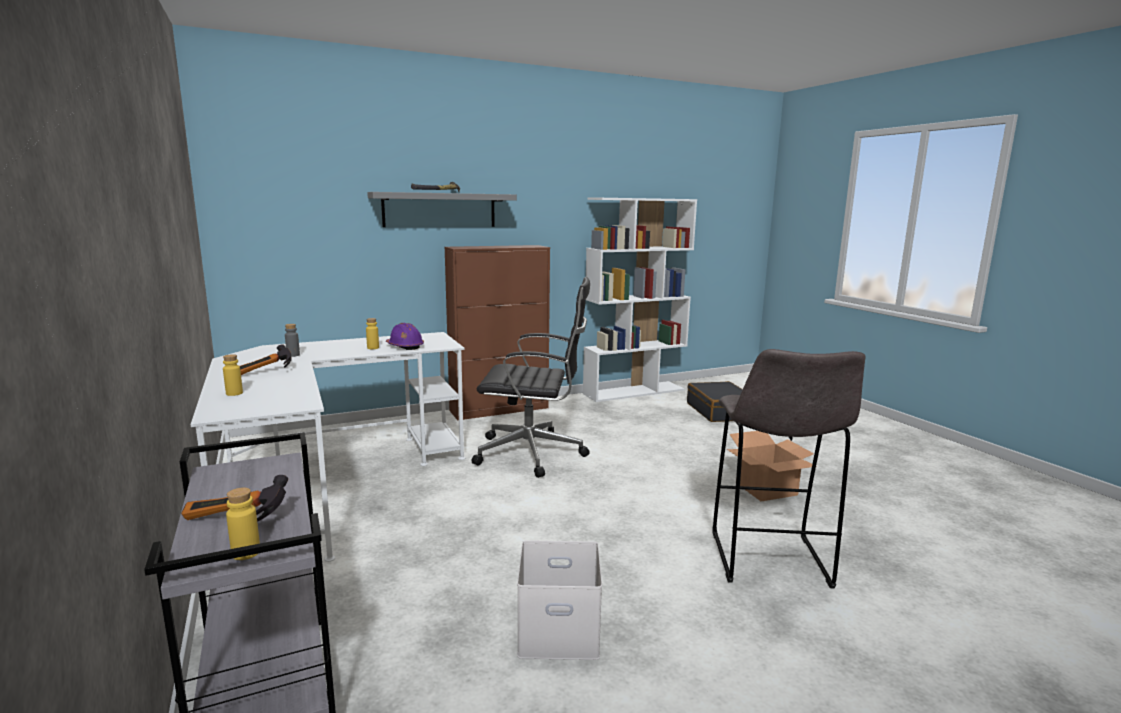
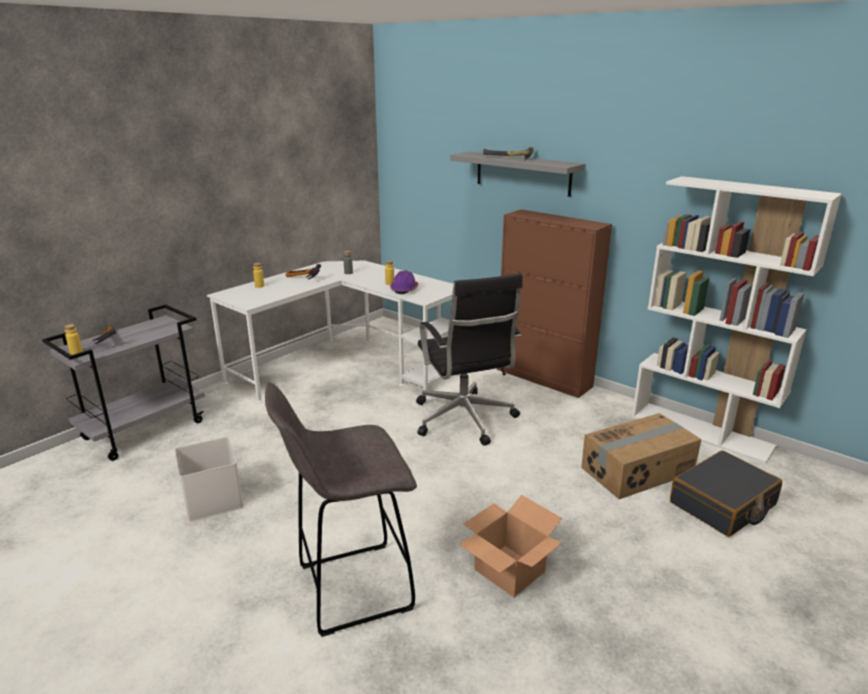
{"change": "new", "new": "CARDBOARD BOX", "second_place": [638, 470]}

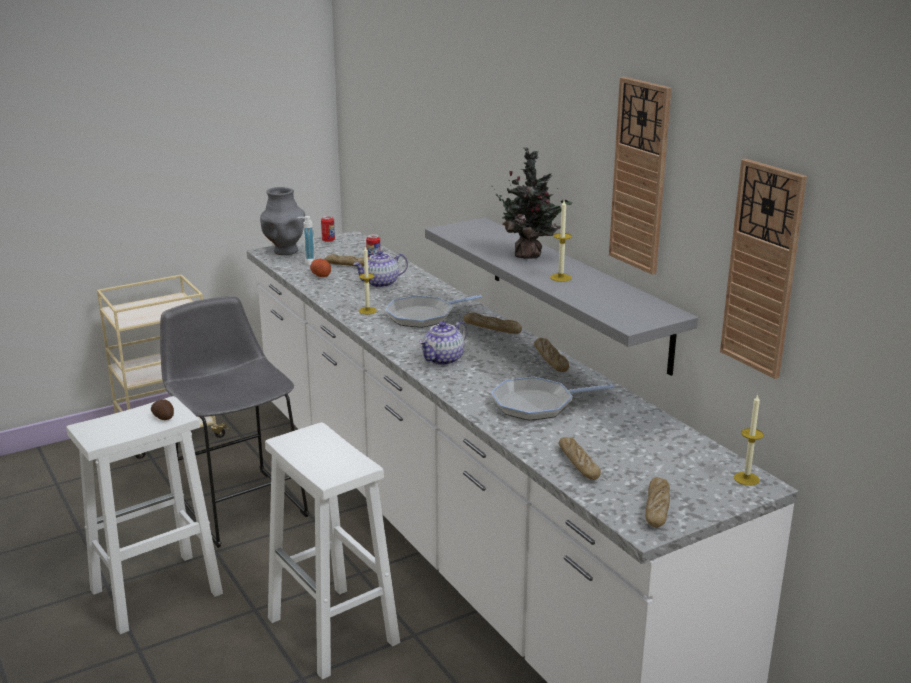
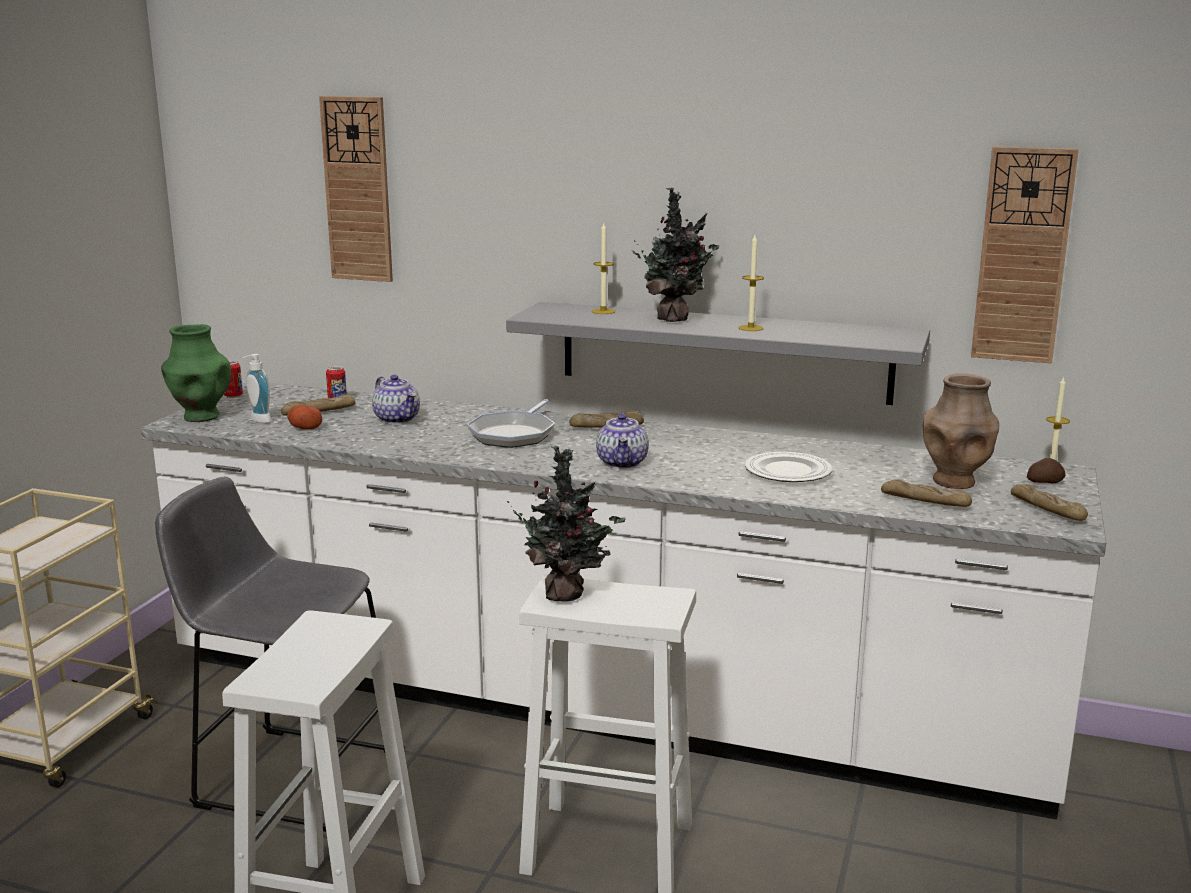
{"change": "shifted", "old": "WALL CLOCK", "first_place": [640, 176], "second_place": [357, 189]}
{"change": "repainted", "old": "GREY VASE", "new": "GREEN VASE", "first_place": [285, 251], "second_place": [200, 417]}
{"change": "shifted", "old": "CANDLE", "first_place": [367, 311], "second_place": [603, 311]}
{"change": "rotated", "old": "TEAPOT", "first_place": [381, 283], "second_place": [397, 419], "degrees": -60}
{"change": "gone", "old": "BREAD", "first_place": [551, 360]}
{"change": "swapped", "old": "FRYING PAN", "new": "PLATE", "first_place": [537, 404], "second_place": [789, 471]}
{"change": "shifted", "old": "POTATO", "first_place": [163, 417], "second_place": [1044, 482]}
{"change": "new", "new": "BROWN VASE", "second_place": [955, 482]}
{"change": "new", "new": "POTTED PLANT", "second_place": [567, 594]}

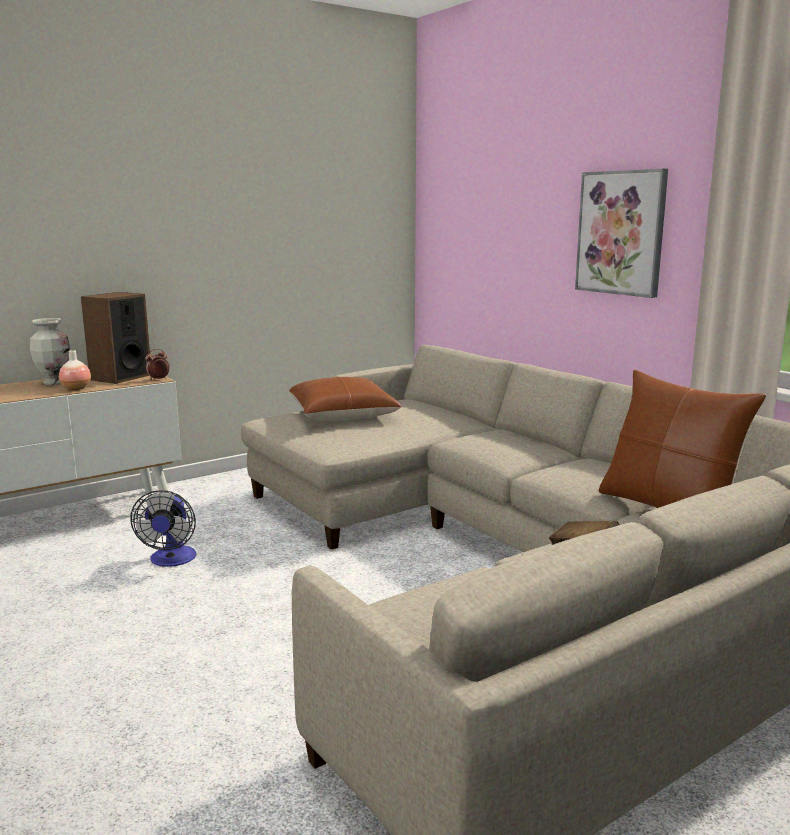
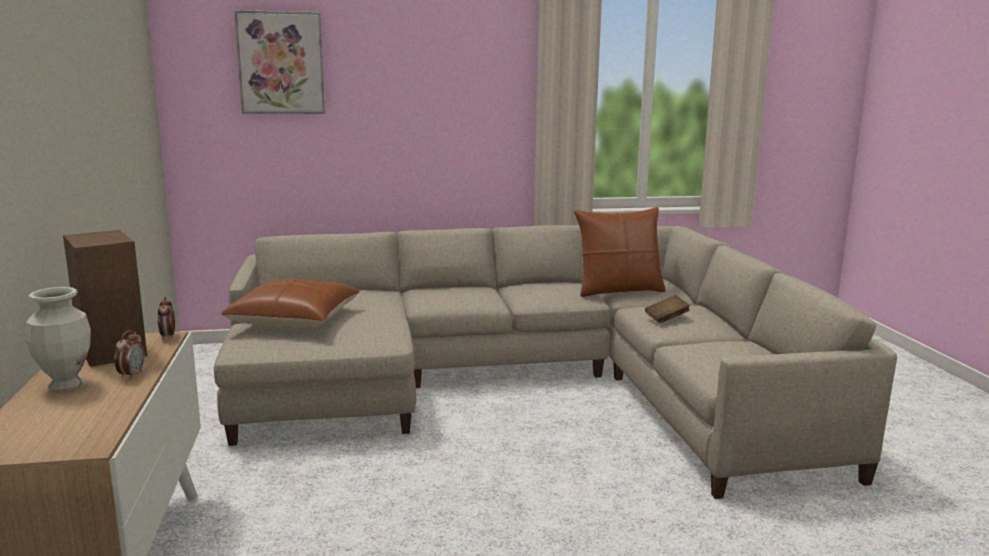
{"change": "shifted", "old": "PICTURE", "first_place": [621, 233], "second_place": [281, 63]}
{"change": "swapped", "old": "VASE", "new": "ALARM CLOCK", "first_place": [76, 388], "second_place": [132, 375]}
{"change": "gone", "old": "FAN", "first_place": [171, 560]}

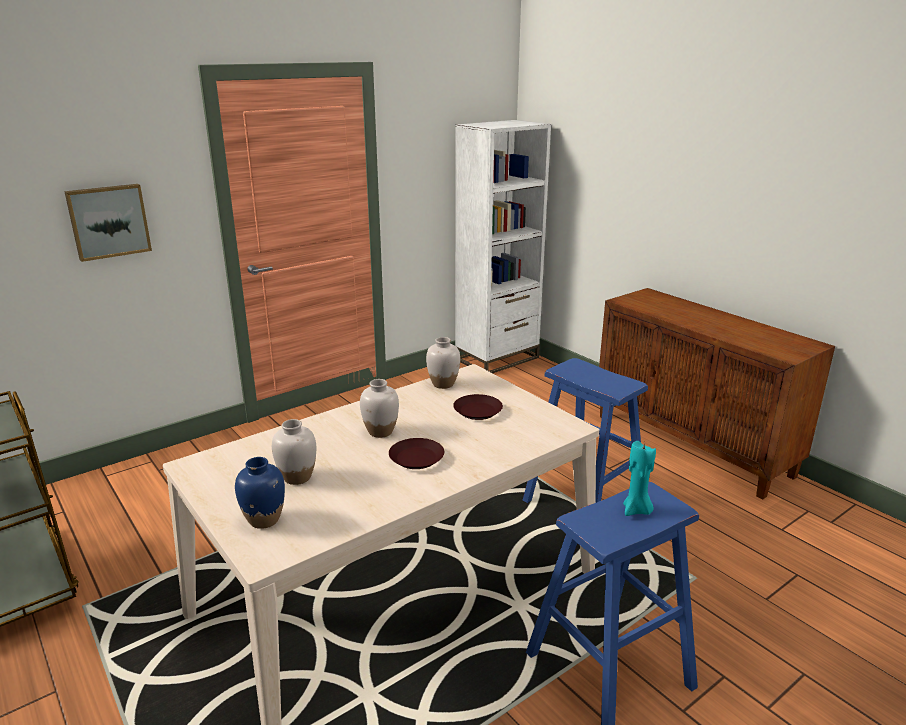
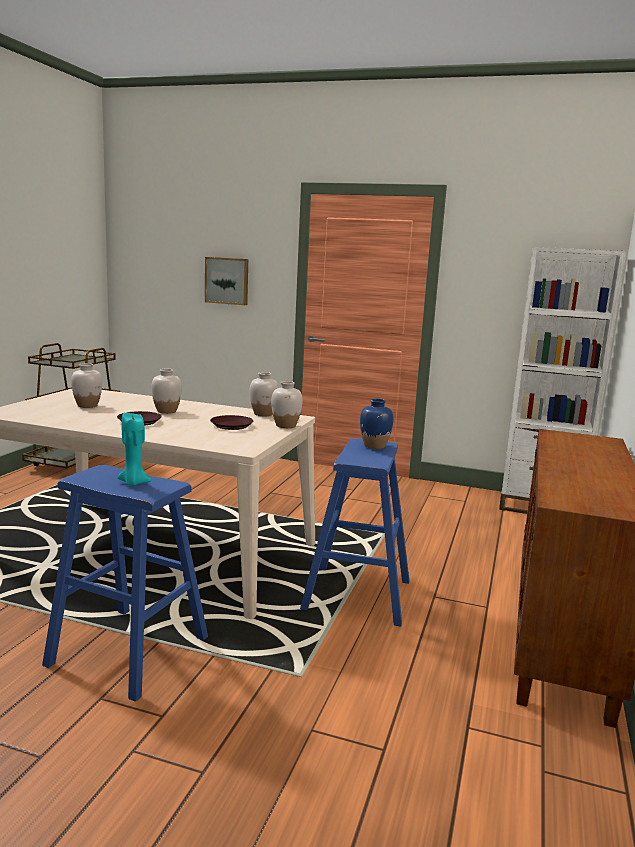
{"change": "shifted", "old": "BLUE VASE", "first_place": [264, 519], "second_place": [374, 446]}
{"change": "new", "new": "WHITE VASE", "second_place": [286, 426]}

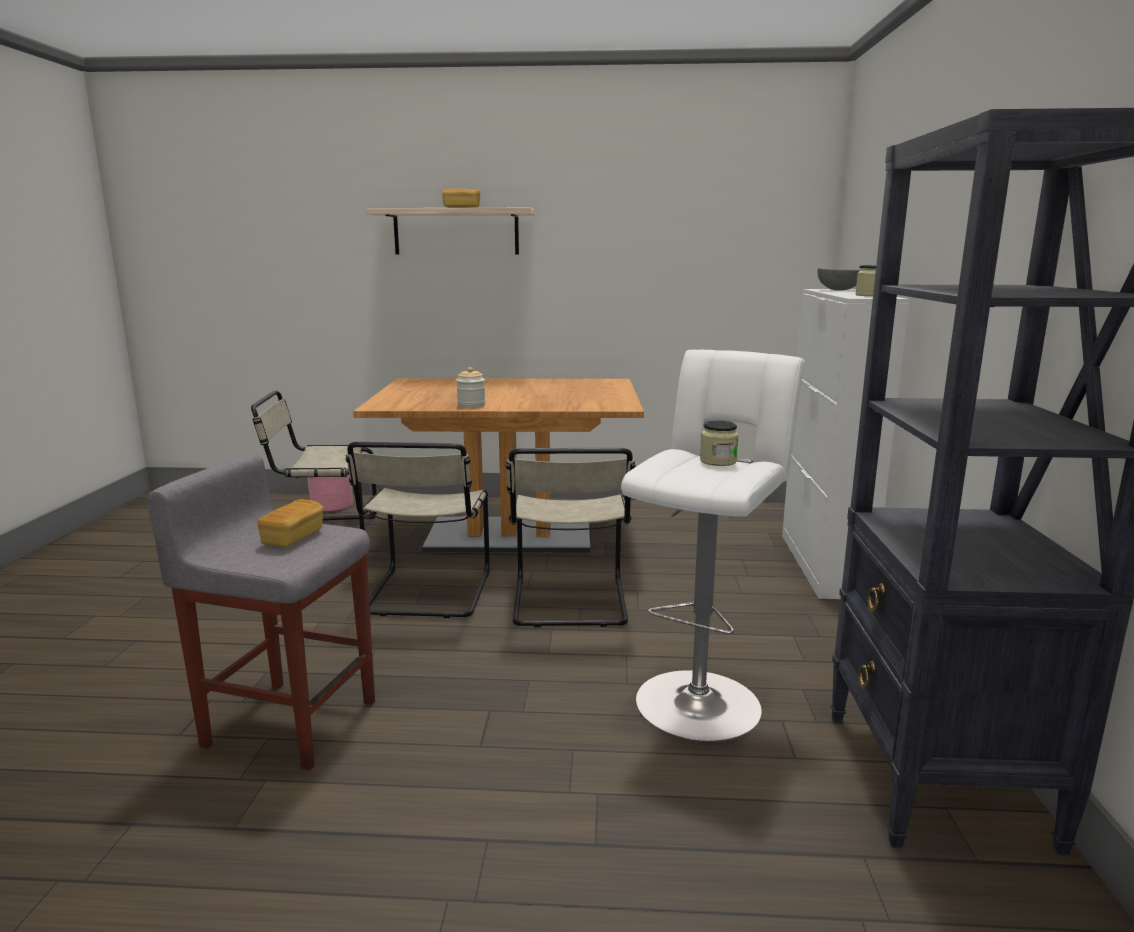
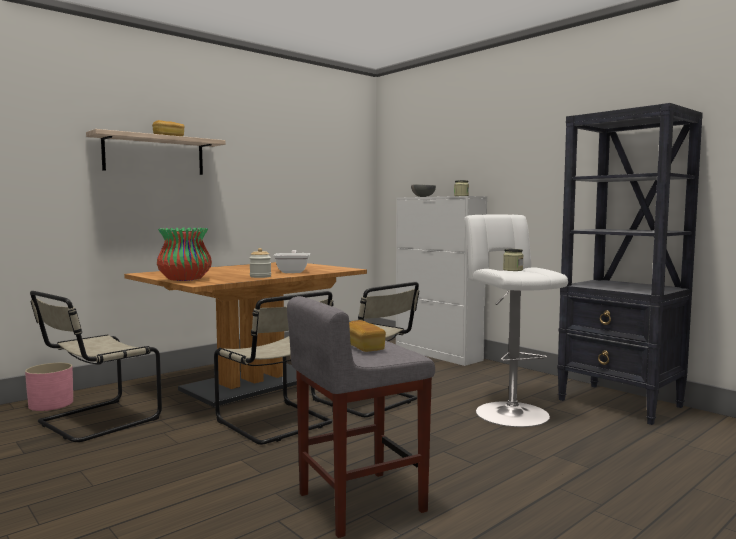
{"change": "new", "new": "VASE", "second_place": [185, 280]}
{"change": "new", "new": "FRYING PAN", "second_place": [293, 271]}

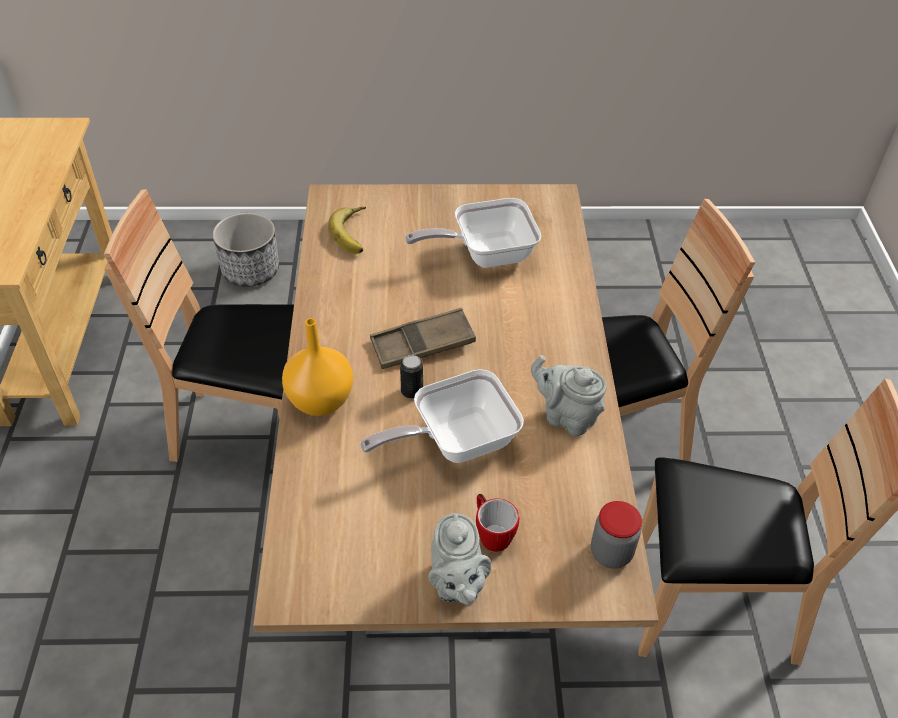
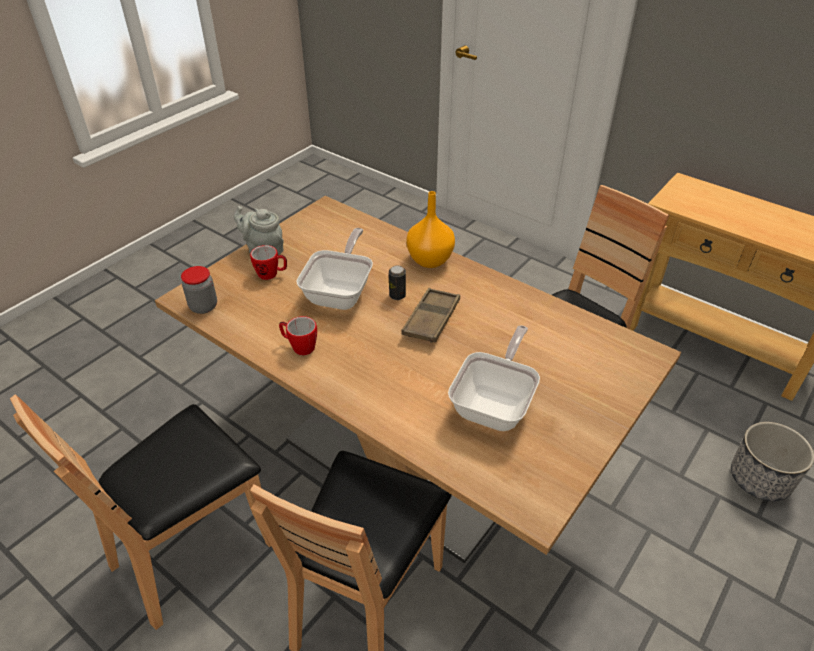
{"change": "gone", "old": "BANANA", "first_place": [355, 233]}
{"change": "swapped", "old": "GREY TEAPOT", "new": "MUG", "first_place": [566, 416], "second_place": [299, 346]}

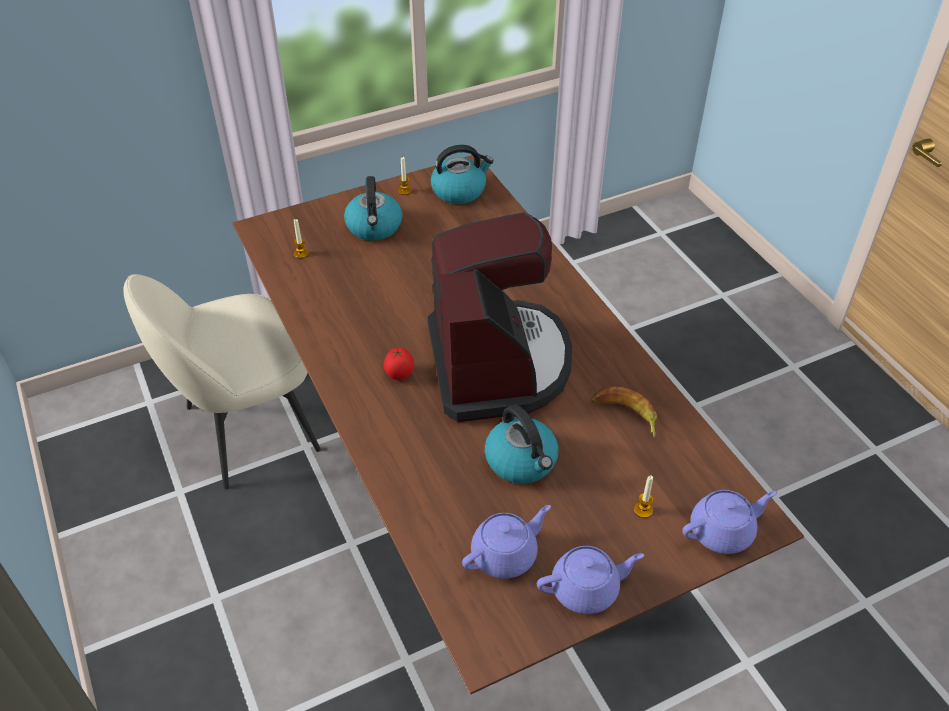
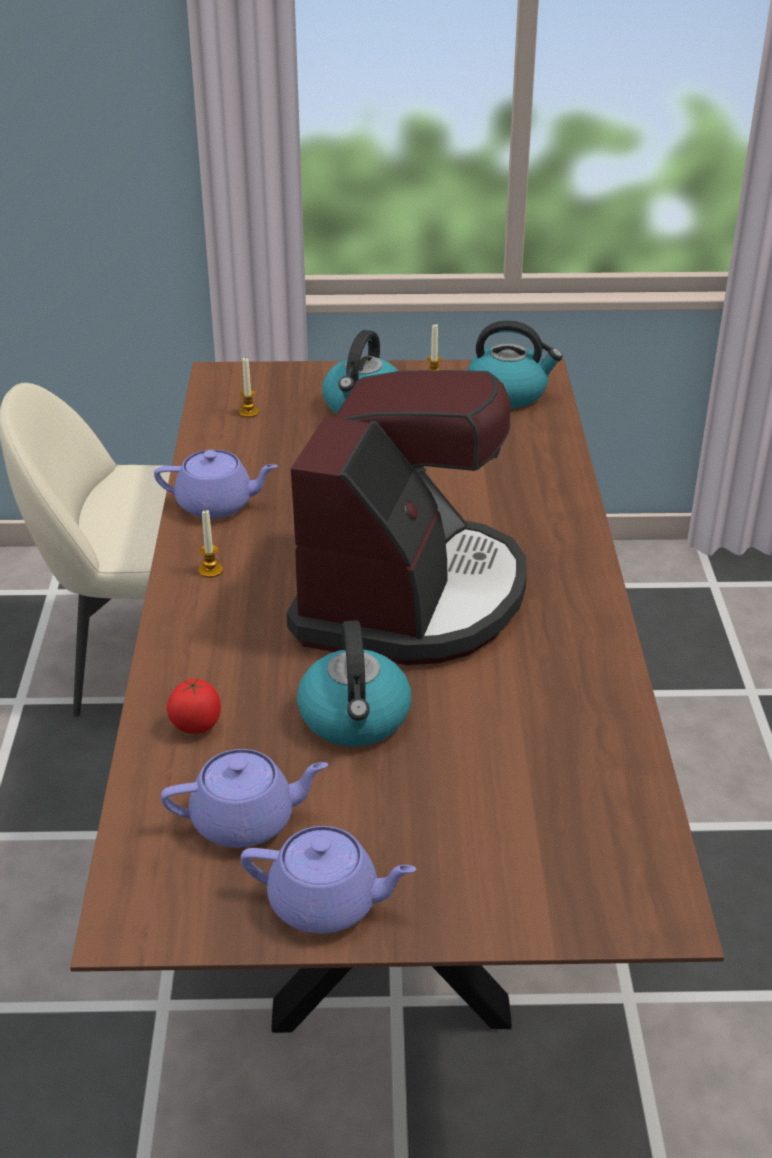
{"change": "shifted", "old": "TOMATO", "first_place": [399, 375], "second_place": [195, 726]}
{"change": "gone", "old": "BANANA", "first_place": [625, 414]}
{"change": "shifted", "old": "CANDLE", "first_place": [643, 510], "second_place": [210, 570]}
{"change": "shifted", "old": "PURPLE TEAPOT", "first_place": [723, 532], "second_place": [217, 505]}

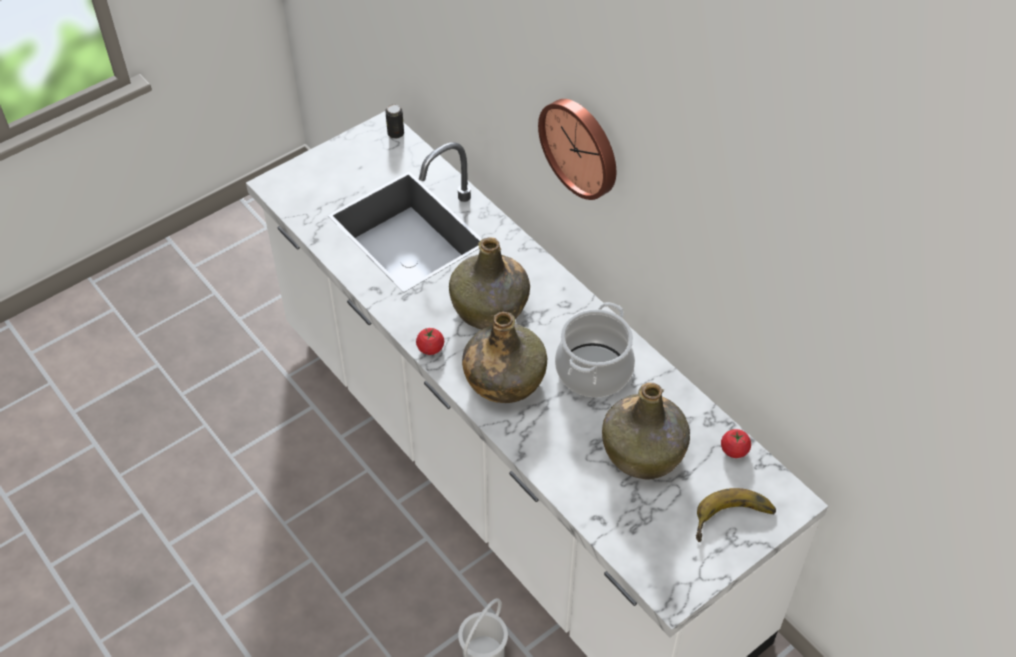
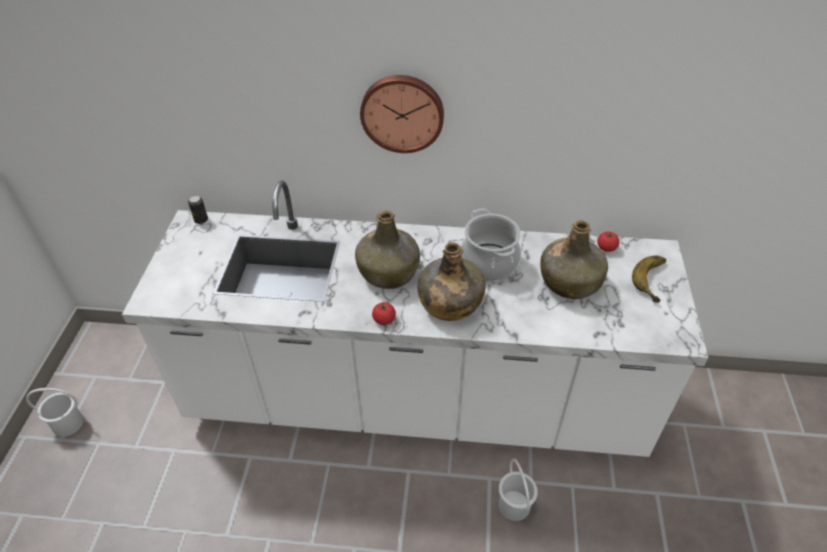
{"change": "new", "new": "WHITE BUCKET", "second_place": [68, 424]}

